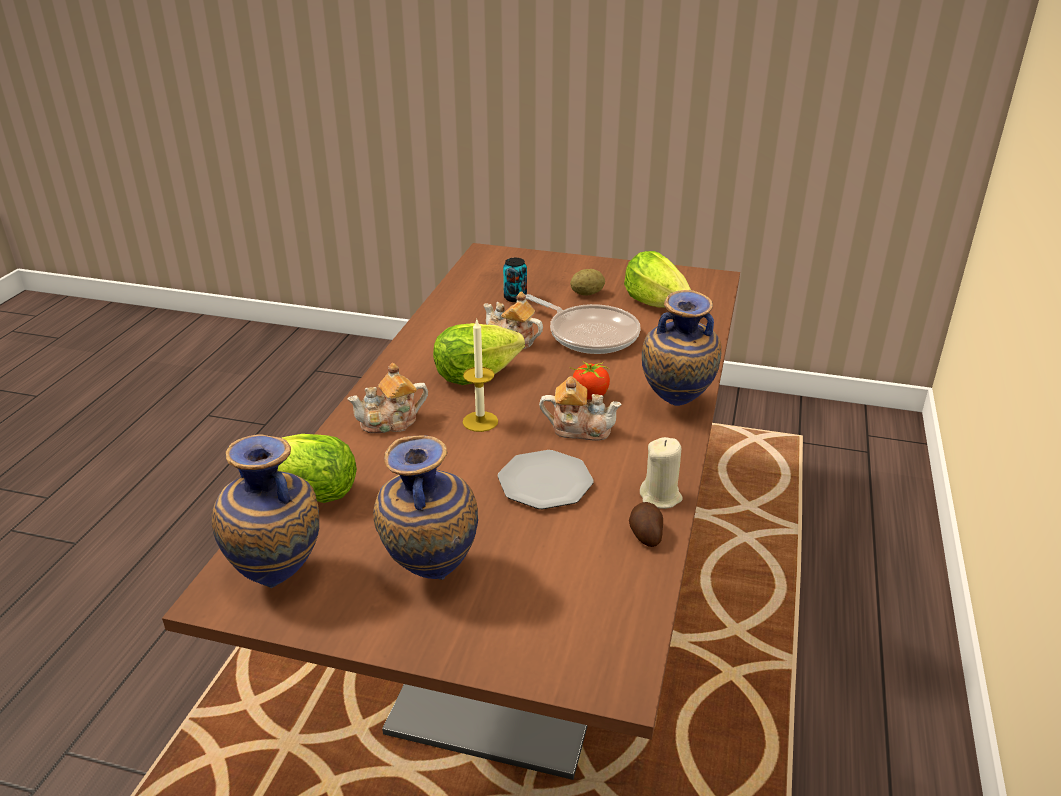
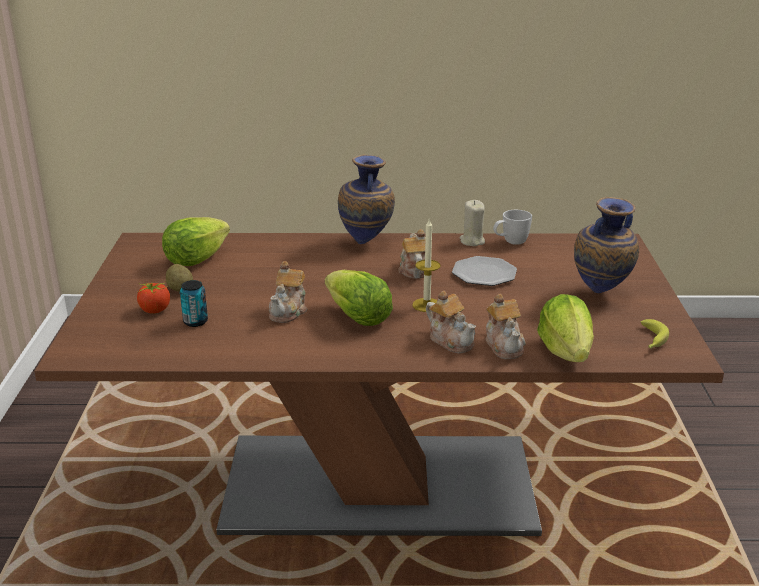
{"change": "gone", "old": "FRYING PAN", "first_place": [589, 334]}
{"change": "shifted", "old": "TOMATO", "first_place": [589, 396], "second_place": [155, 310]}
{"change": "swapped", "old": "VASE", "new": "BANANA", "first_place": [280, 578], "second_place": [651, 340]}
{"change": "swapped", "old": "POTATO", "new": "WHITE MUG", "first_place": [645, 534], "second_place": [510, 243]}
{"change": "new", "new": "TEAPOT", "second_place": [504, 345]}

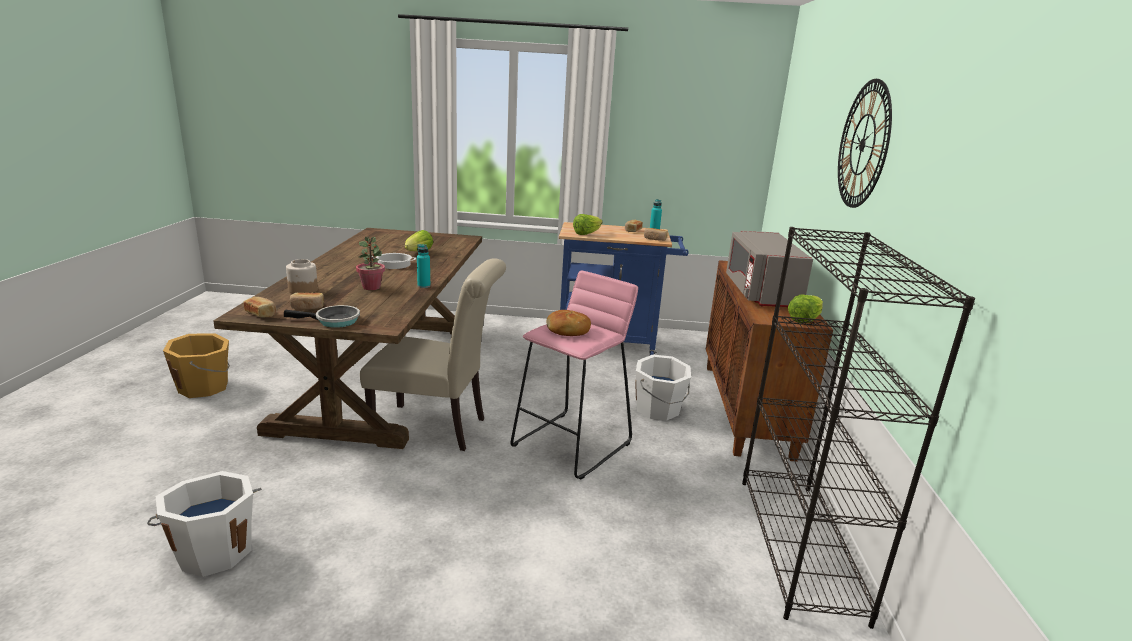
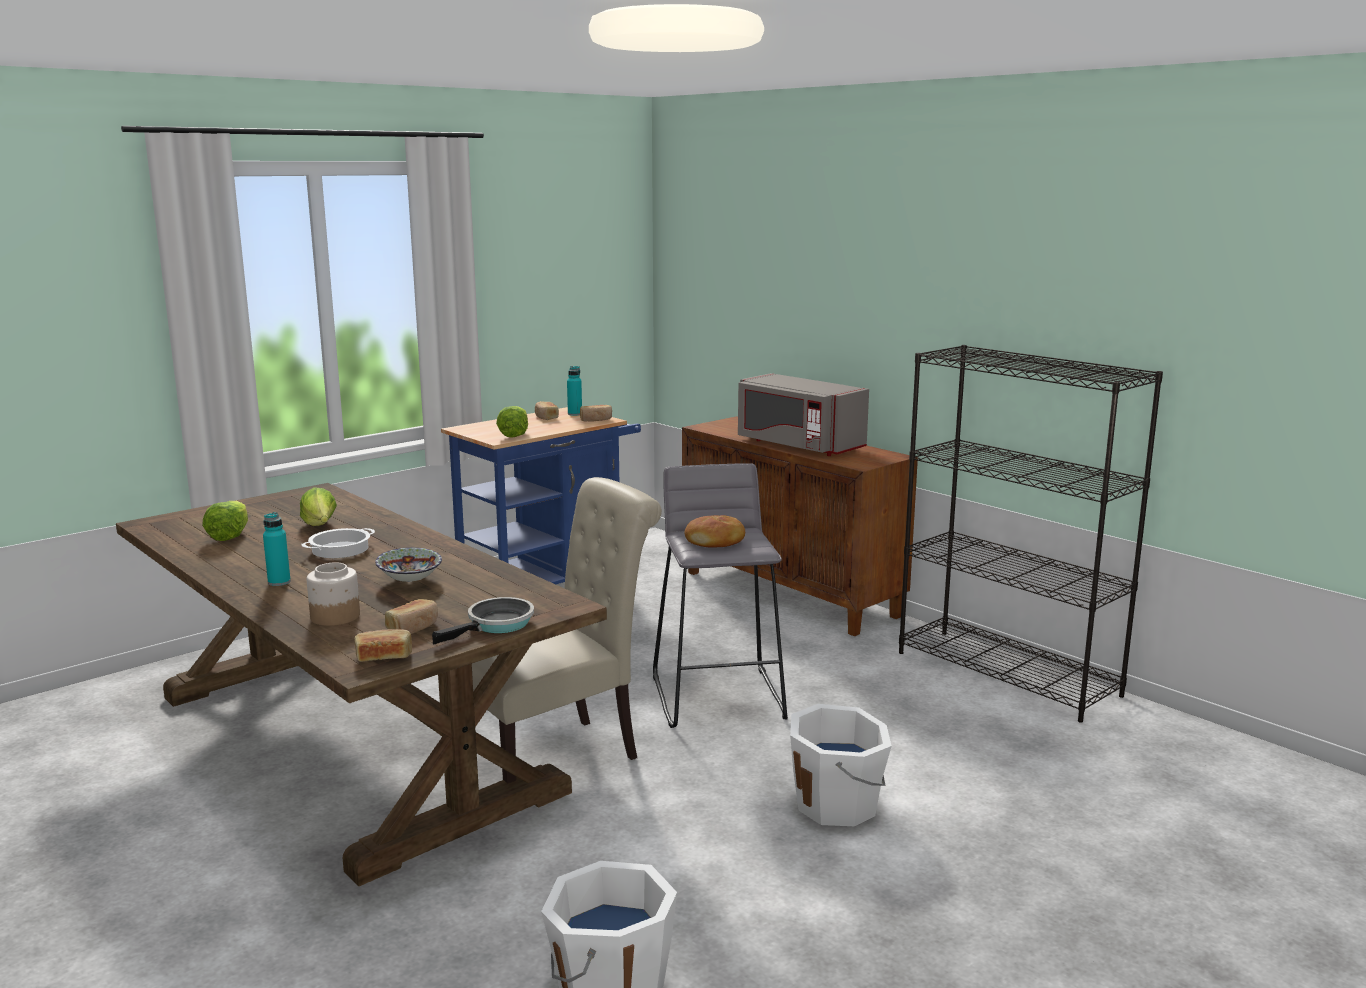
{"change": "gone", "old": "WALL CLOCK", "first_place": [863, 144]}
{"change": "swapped", "old": "POTTED PLANT", "new": "BOWL", "first_place": [371, 287], "second_place": [409, 580]}
{"change": "shifted", "old": "TURQUOISE BOTTLE", "first_place": [424, 286], "second_place": [279, 582]}
{"change": "repainted", "old": "PINK STOOL", "new": "GREY STOOL", "first_place": [572, 444], "second_place": [719, 696]}
{"change": "shifted", "old": "LETTUCE", "first_place": [804, 320], "second_place": [230, 535]}
{"change": "gone", "old": "ORANGE BUCKET", "first_place": [205, 387]}
{"change": "shifted", "old": "WHITE BUCKET", "first_place": [658, 409], "second_place": [838, 805]}

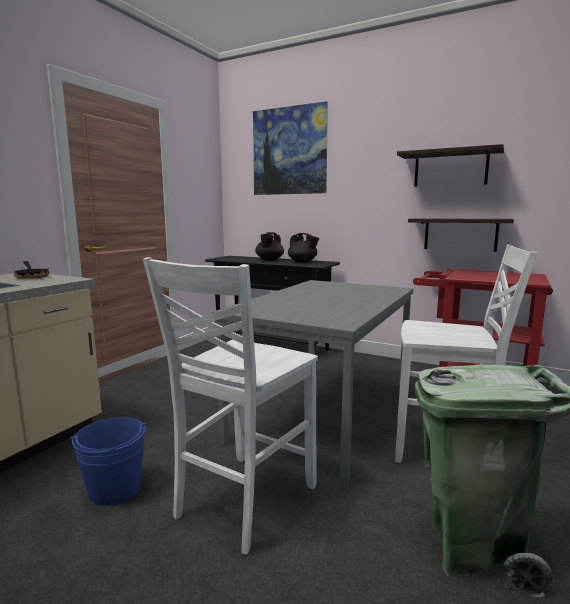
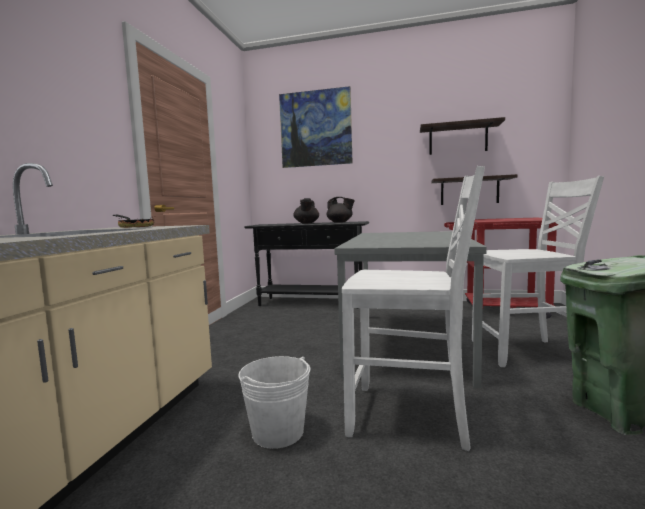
{"change": "rotated", "old": "WHITE CHAIR", "first_place": [242, 501], "second_place": [410, 417], "degrees": -90}
{"change": "repainted", "old": "BLUE BUCKET", "new": "WHITE BUCKET", "first_place": [115, 489], "second_place": [278, 432]}

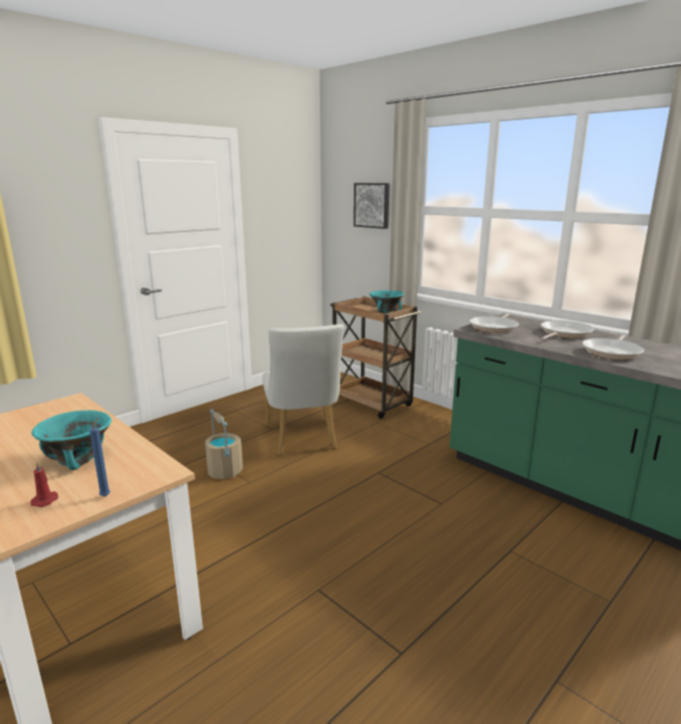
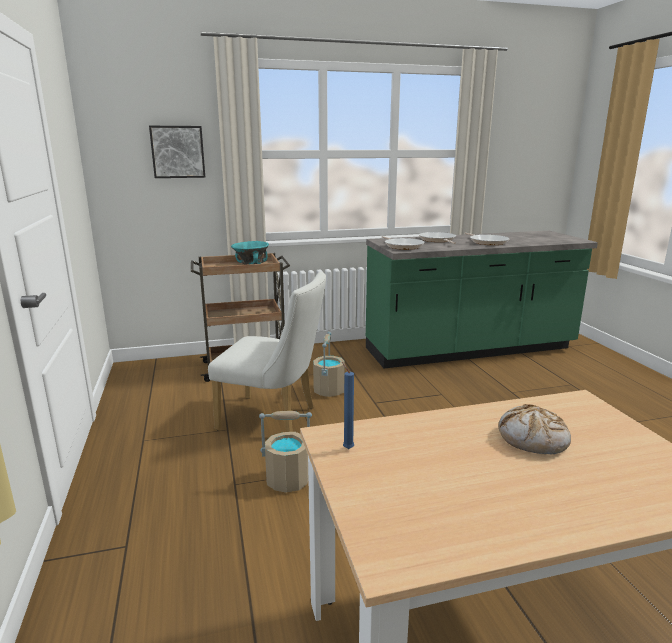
{"change": "swapped", "old": "TURQUOISE BOWL", "new": "BREAD", "first_place": [78, 458], "second_place": [533, 439]}
{"change": "shifted", "old": "BLUE CANDLE", "first_place": [106, 495], "second_place": [347, 448]}
{"change": "gone", "old": "RED CANDLE", "first_place": [46, 500]}
{"change": "new", "new": "BEIGE BUCKET", "second_place": [329, 390]}

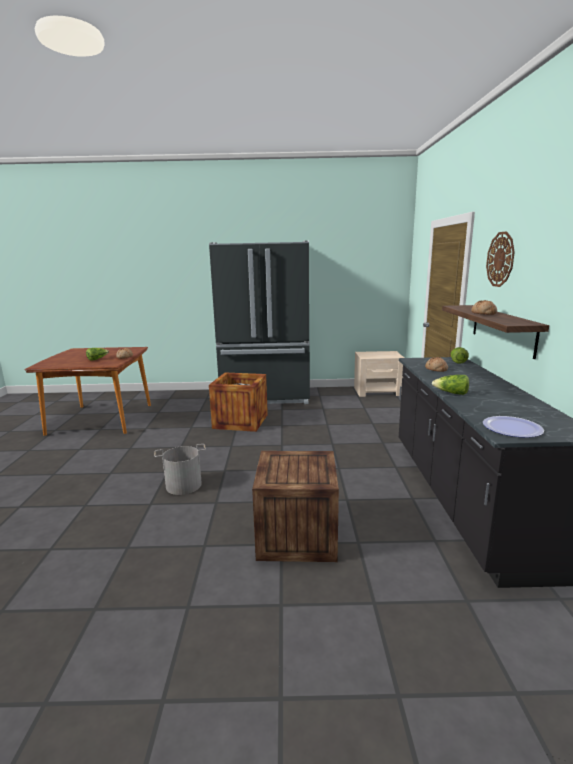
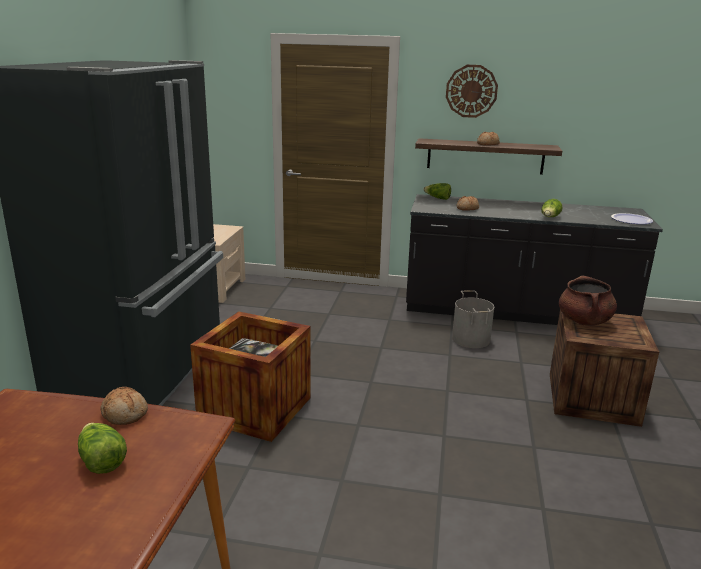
{"change": "shifted", "old": "GREY BUCKET", "first_place": [183, 485], "second_place": [470, 339]}
{"change": "new", "new": "BROWN COOKING POT", "second_place": [584, 321]}

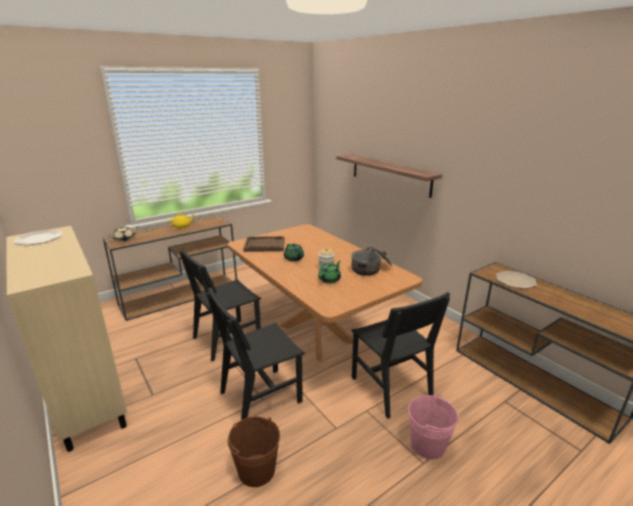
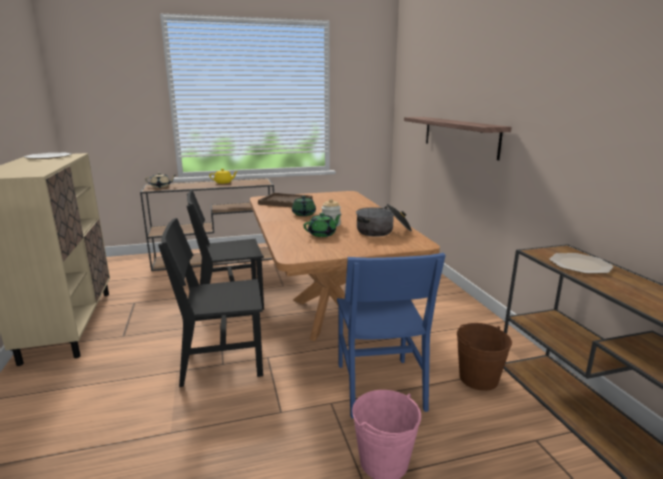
{"change": "repainted", "old": "BLACK CHAIR", "new": "BLUE CHAIR", "first_place": [390, 387], "second_place": [379, 386]}
{"change": "shifted", "old": "BROWN BUCKET", "first_place": [256, 470], "second_place": [478, 378]}

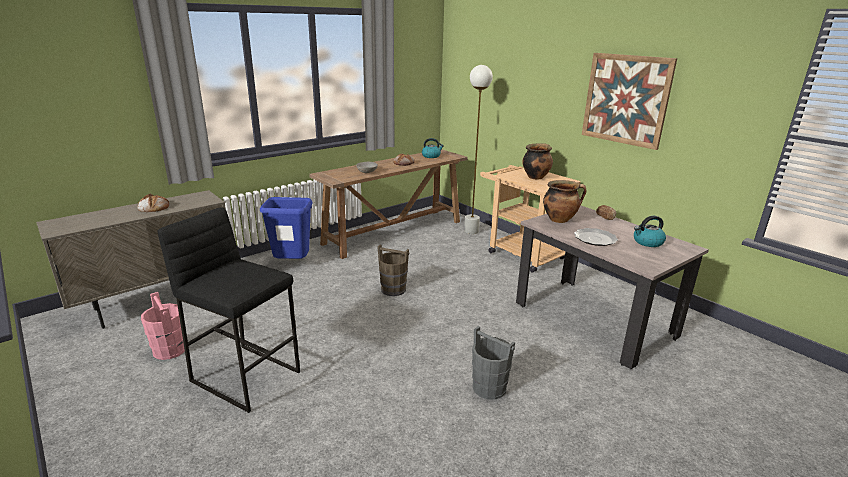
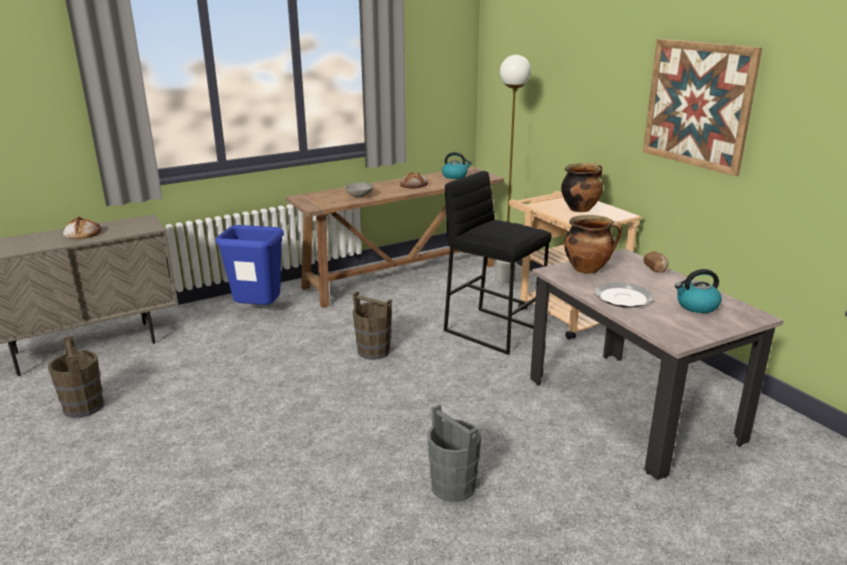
{"change": "shifted", "old": "BLACK STOOL", "first_place": [246, 376], "second_place": [493, 330]}
{"change": "repainted", "old": "PINK BUCKET", "new": "BROWN BUCKET", "first_place": [170, 350], "second_place": [83, 406]}

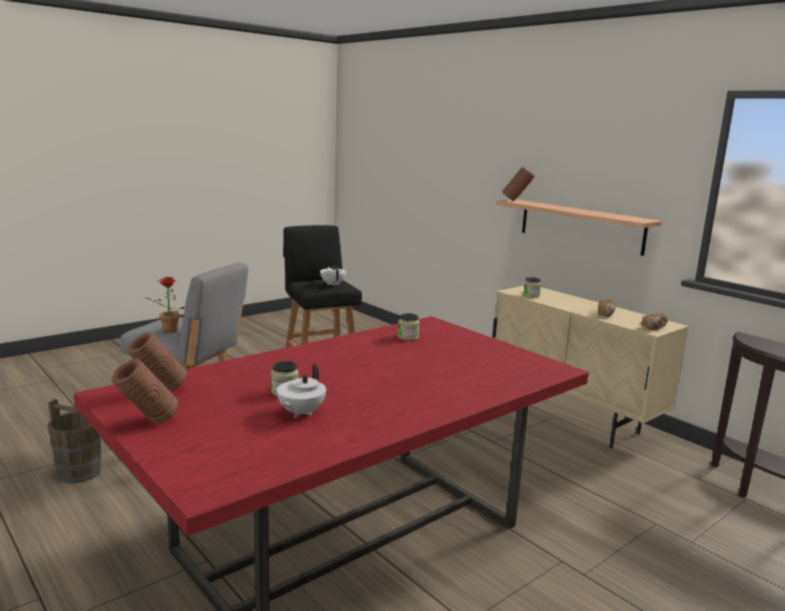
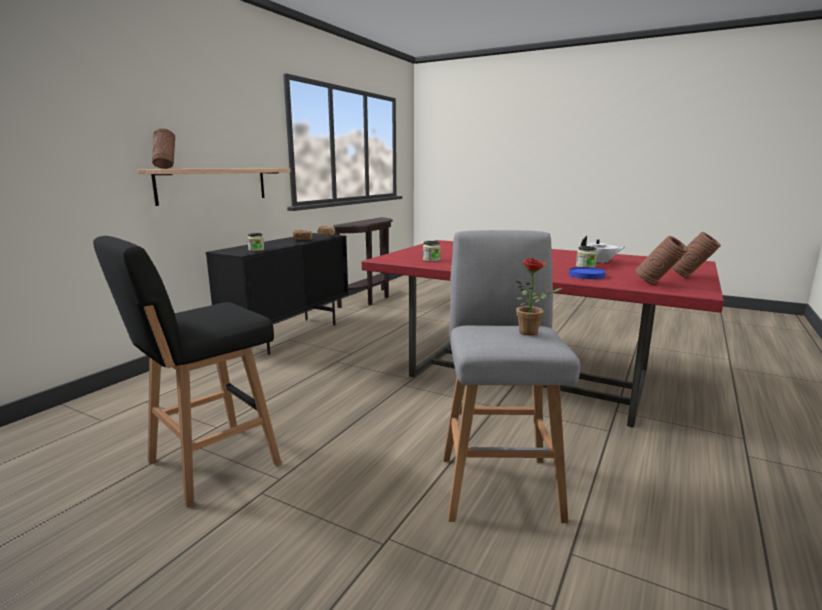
{"change": "gone", "old": "WHITE TEAPOT", "first_place": [333, 284]}
{"change": "repainted", "old": "BEIGE CABINET", "new": "BLACK CABINET", "first_place": [571, 418], "second_place": [290, 335]}
{"change": "gone", "old": "BROWN BUCKET", "first_place": [79, 472]}
{"change": "new", "new": "BLUE PLATE", "second_place": [586, 275]}

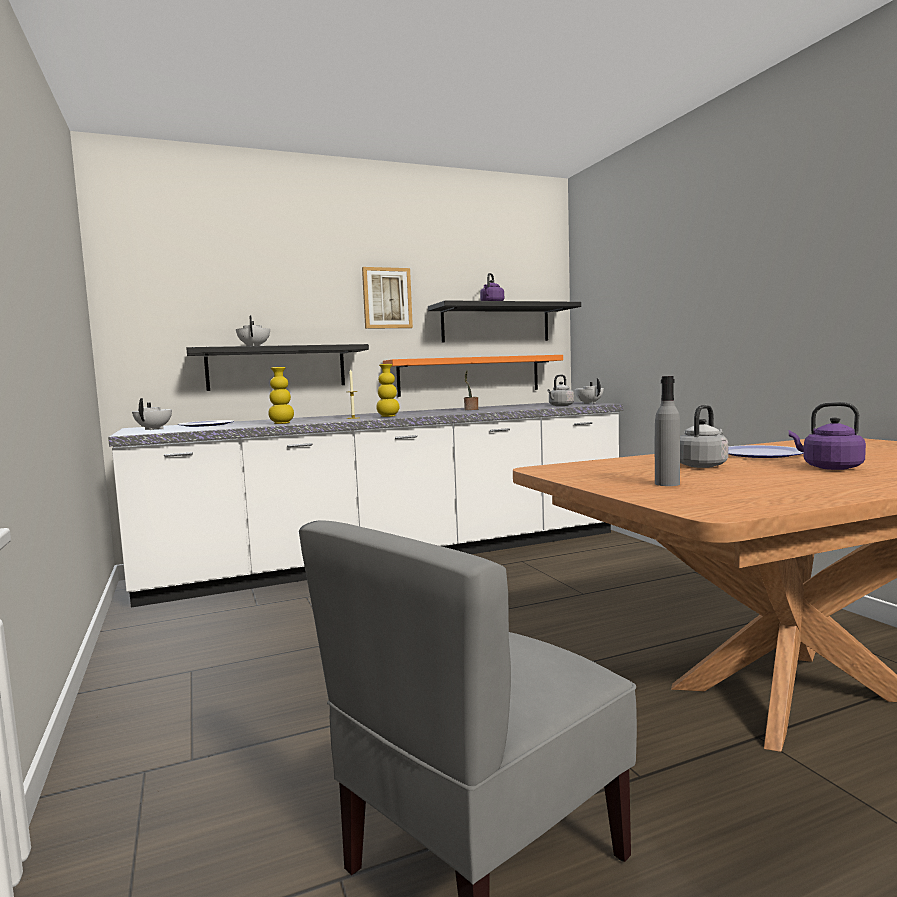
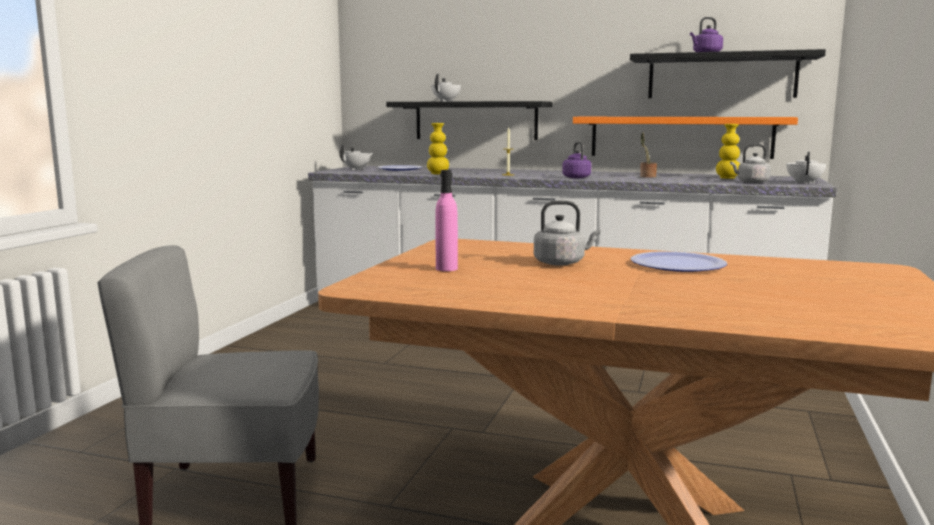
{"change": "gone", "old": "PICTURE", "first_place": [387, 298]}
{"change": "shifted", "old": "YELLOW VASE", "first_place": [388, 416], "second_place": [727, 178]}
{"change": "repainted", "old": "GREY BOTTLE", "new": "PINK BOTTLE", "first_place": [667, 484], "second_place": [446, 268]}
{"change": "shifted", "old": "PURPLE KETTLE", "first_place": [829, 467], "second_place": [575, 177]}

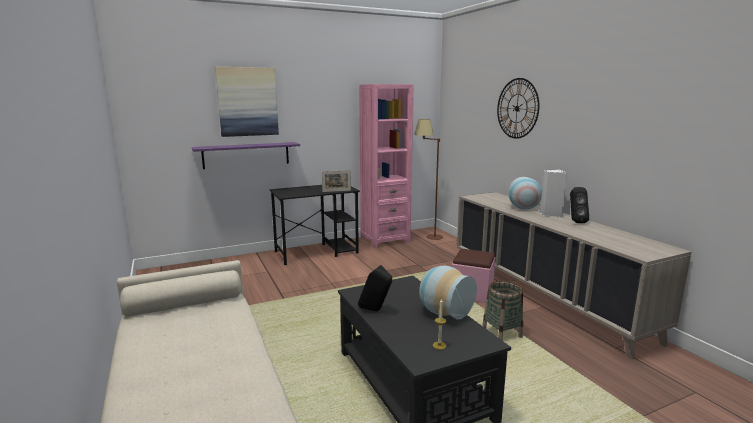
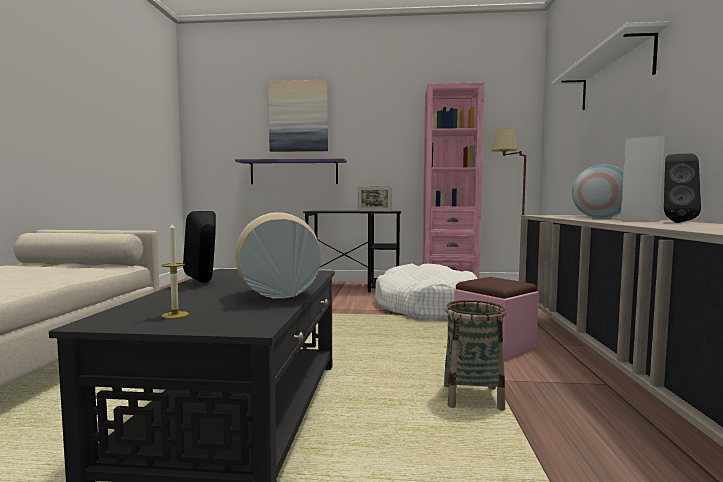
{"change": "swapped", "old": "WALL CLOCK", "new": "WHITE SHELF", "first_place": [517, 108], "second_place": [614, 76]}
{"change": "new", "new": "WHITE DOG BED", "second_place": [425, 307]}

